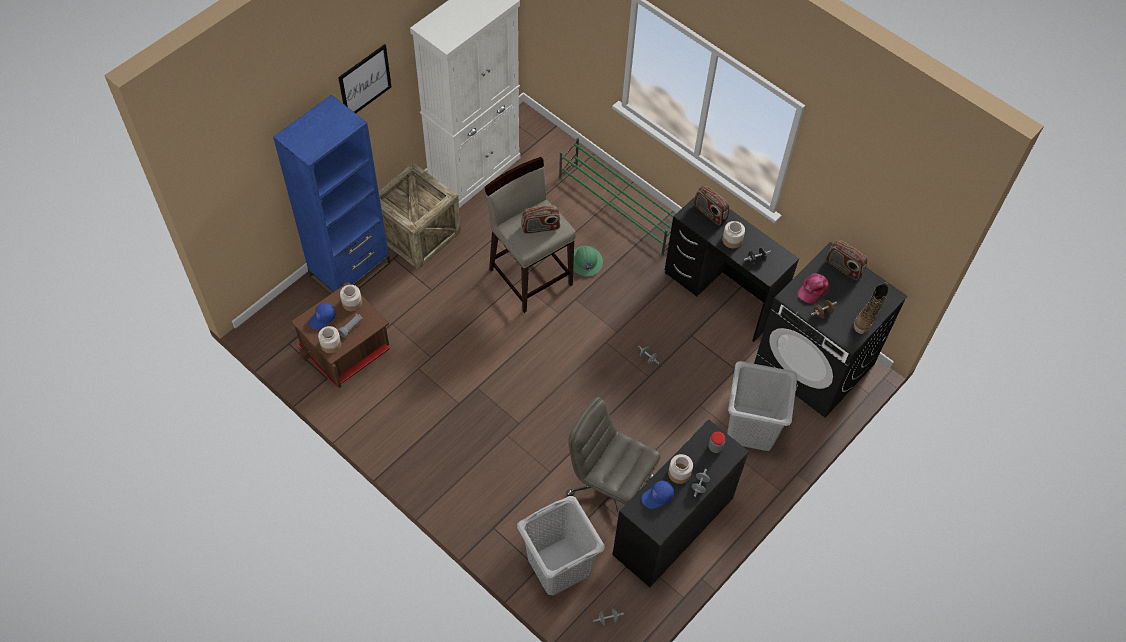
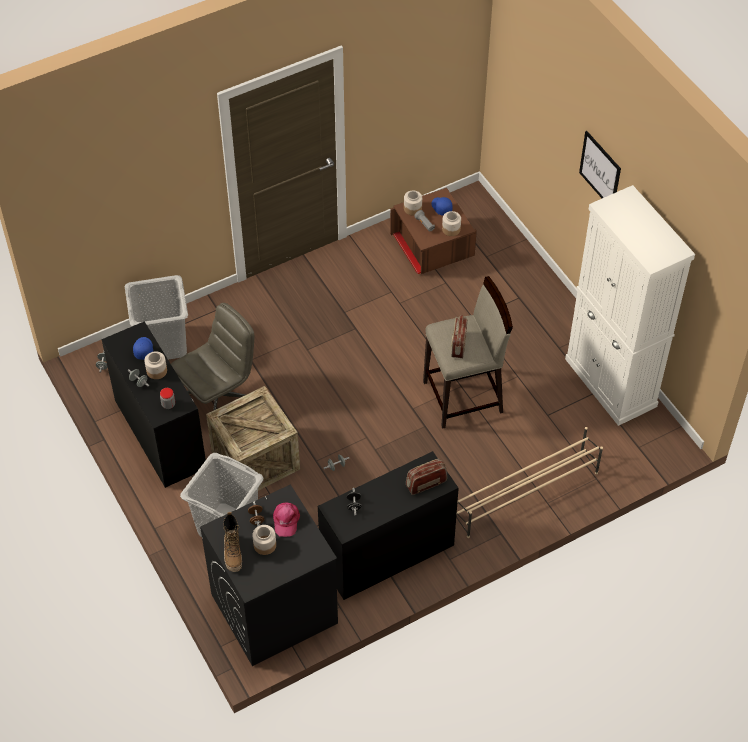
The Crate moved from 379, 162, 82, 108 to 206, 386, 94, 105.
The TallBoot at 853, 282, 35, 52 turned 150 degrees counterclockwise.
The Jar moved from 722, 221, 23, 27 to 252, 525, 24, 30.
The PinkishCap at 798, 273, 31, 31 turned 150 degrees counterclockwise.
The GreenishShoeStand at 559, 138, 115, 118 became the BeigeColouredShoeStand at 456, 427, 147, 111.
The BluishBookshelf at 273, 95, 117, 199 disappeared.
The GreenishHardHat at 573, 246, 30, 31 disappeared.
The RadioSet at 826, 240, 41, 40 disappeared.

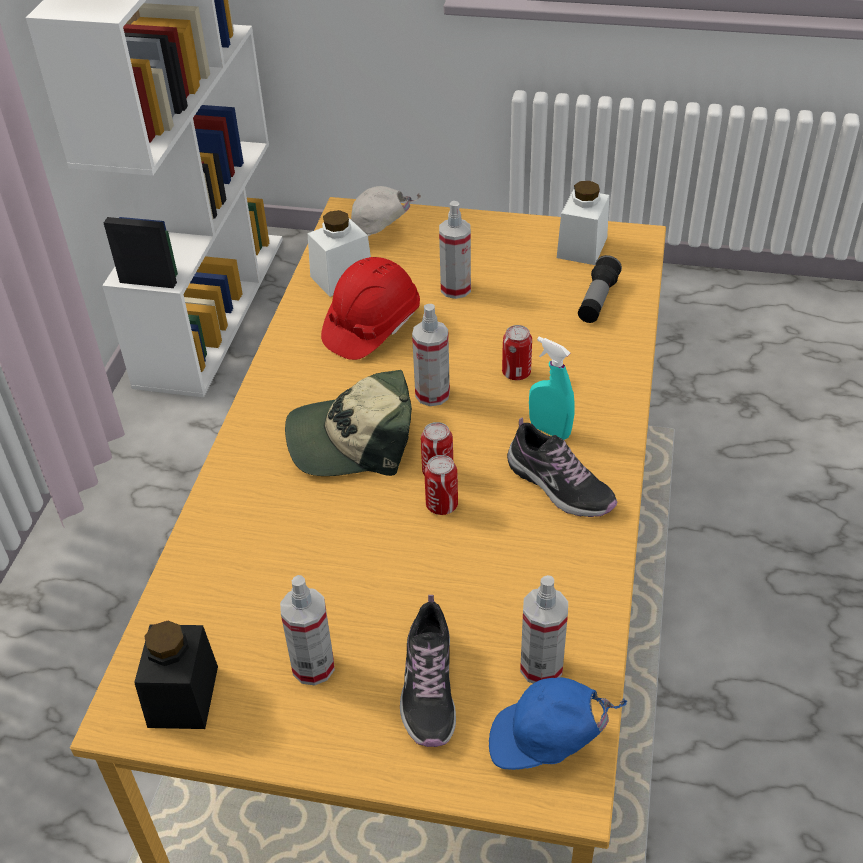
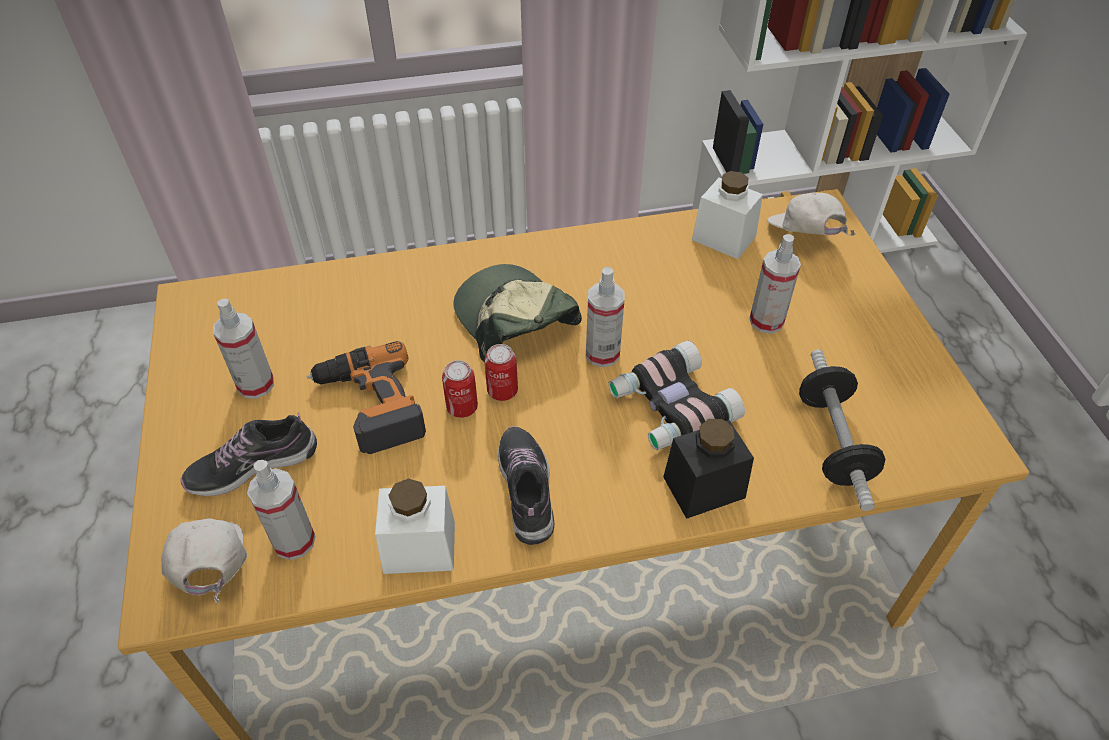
The BluishCap at 489, 677, 138, 93 became the WhiteColouredCap at 162, 518, 85, 85.
The Drill at 307, 341, 119, 113 appeared.
The WhiteColouredJar moved from 557, 181, 52, 84 to 375, 478, 80, 96.
The ItemOfFootwear at 507, 417, 110, 100 turned 150 degrees clockwise.
The SealedCan at 502, 325, 30, 55 was replaced by the Binoculars at 608, 341, 137, 109.
The BlackColouredJar moved from 134, 621, 84, 108 to 663, 419, 91, 100.
The Flashlight at 578, 255, 44, 68 was replaced by the FreeWeight at 799, 349, 86, 162.
The RedHardHat at 321, 257, 99, 103 disappeared.
The TurquoiseColouredSprayer at 529, 336, 46, 104 disappeared.

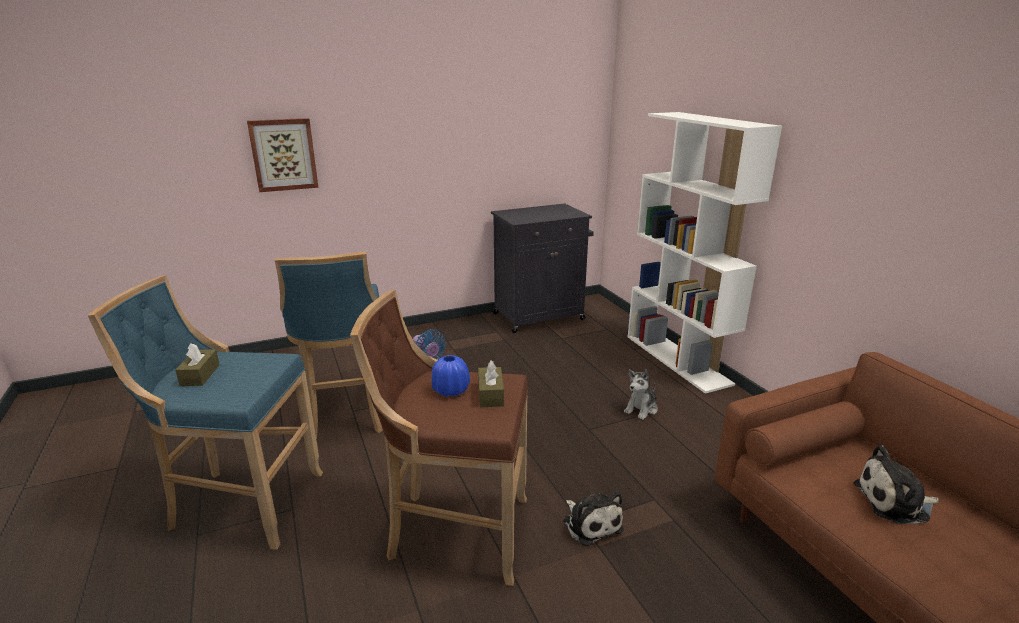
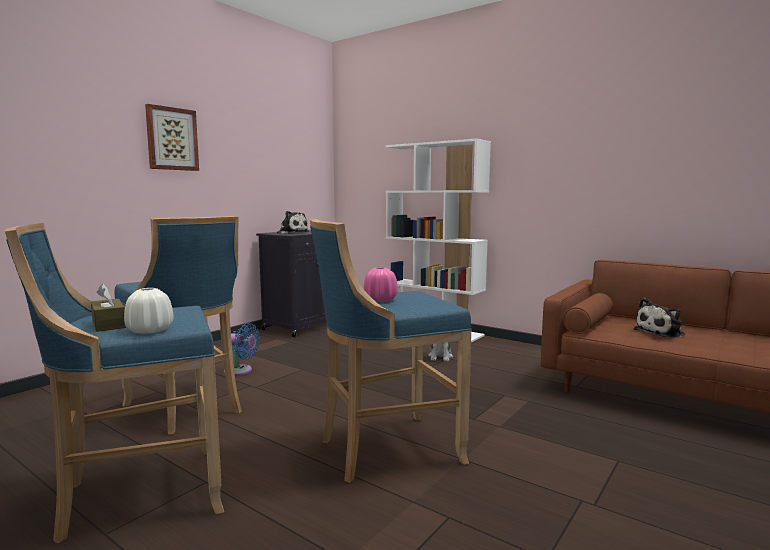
The WhiteColouredDecorativeVase at 124, 288, 50, 46 appeared.
The WallArt moved from 247, 118, 72, 74 to 145, 104, 54, 67.
The PlushToy moved from 564, 491, 60, 55 to 275, 211, 34, 23.
The BrownStool at 350, 290, 178, 296 became the BluishStool at 310, 219, 162, 264.
The BluishDecorativeVase at 432, 355, 38, 42 became the PinkishDecorativeVase at 364, 267, 34, 35.
The BrownBoxOfTissues at 478, 361, 26, 46 disappeared.

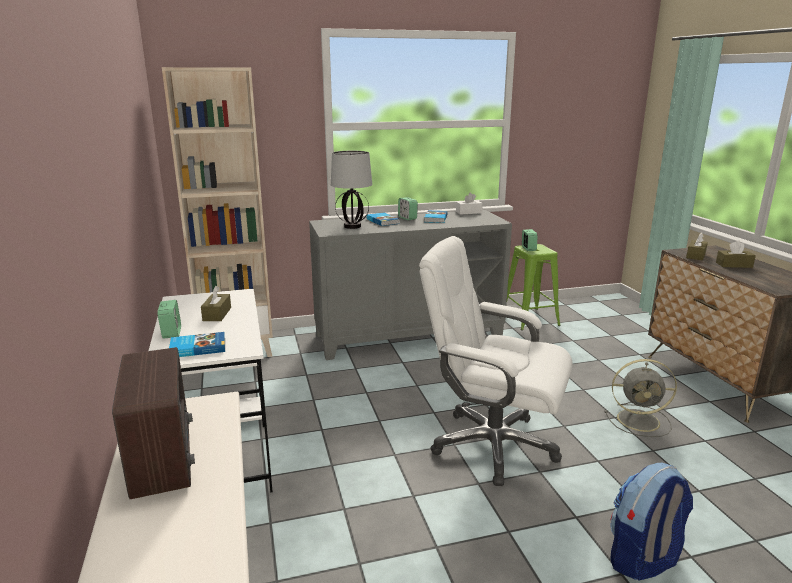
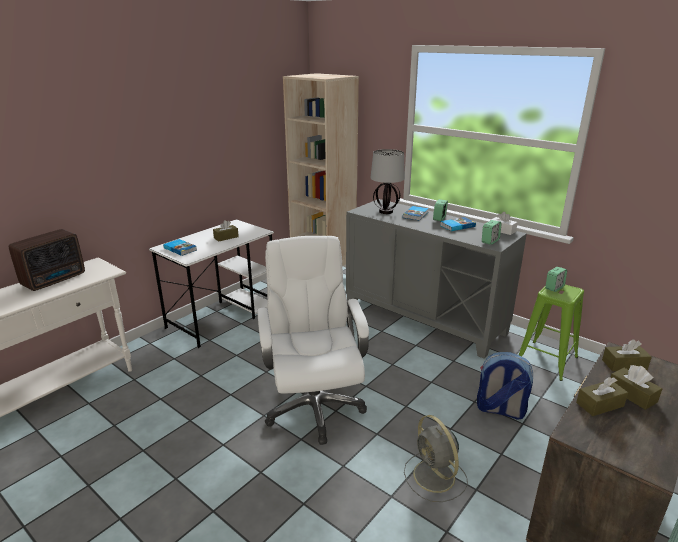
The Rucksack moved from 610, 463, 83, 118 to 477, 352, 56, 68.
The AlarmClock moved from 157, 300, 24, 39 to 482, 220, 20, 25.
The BrownBoxOfTissues at 576, 377, 52, 39 appeared.

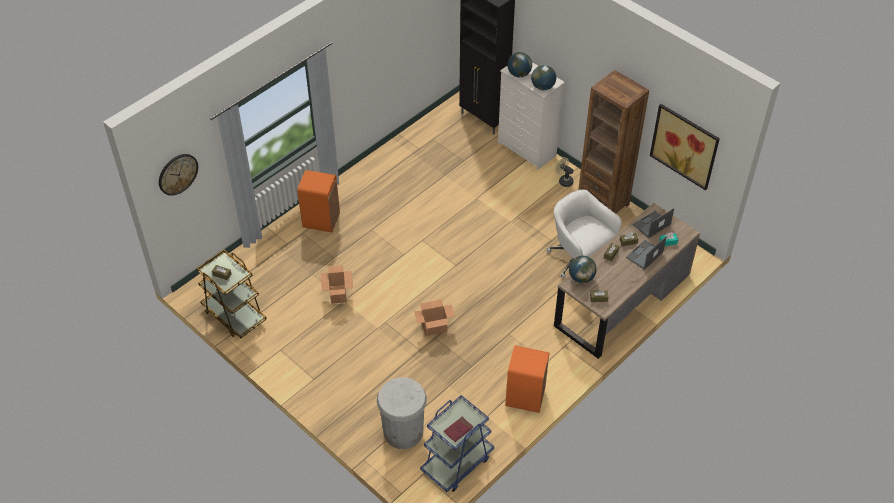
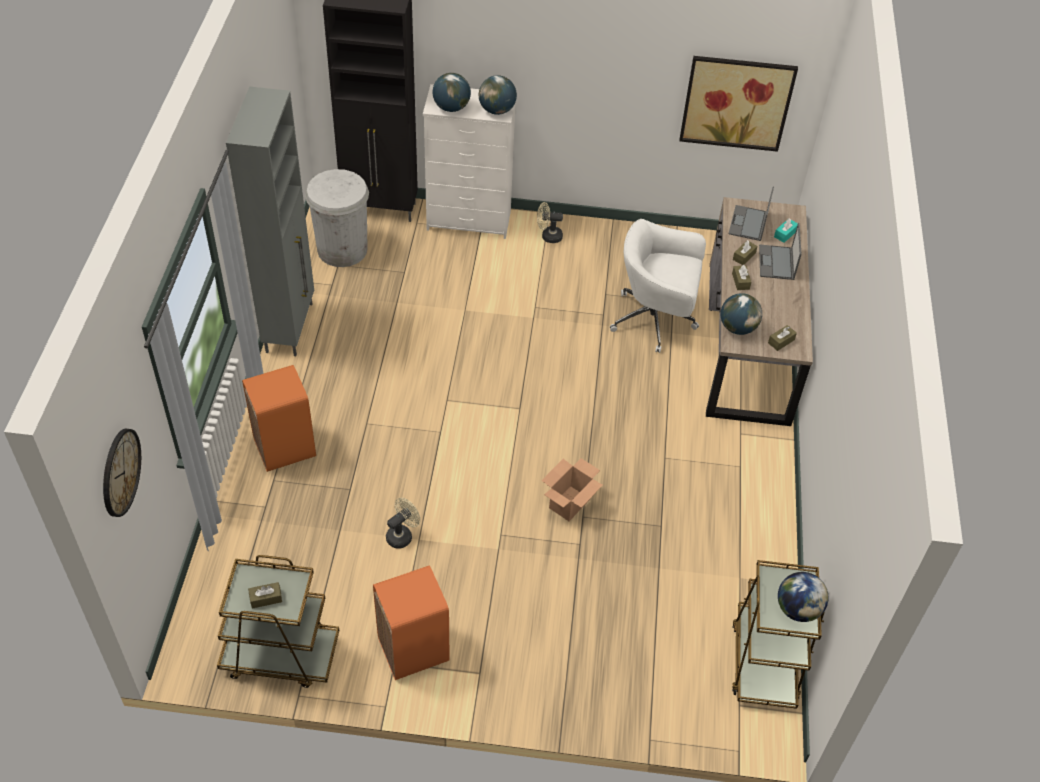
The GrayCupboard at 226, 87, 88, 269 appeared.
The WhiteColouredTrashCan moved from 377, 377, 50, 72 to 305, 169, 64, 98.
The OrangeTrashCan moved from 505, 345, 44, 68 to 373, 565, 76, 115.
The Carton at 321, 265, 32, 39 was replaced by the BeigeColouredCoolingFan at 386, 498, 34, 51.
The BluishWheeledCart at 420, 395, 74, 97 became the BrownWheeledCart at 732, 560, 93, 149.
The RedBoundBook at 444, 417, 29, 25 was replaced by the WorldGlobe at 778, 572, 51, 50.
The BrownBookshelf at 578, 70, 71, 143 disappeared.

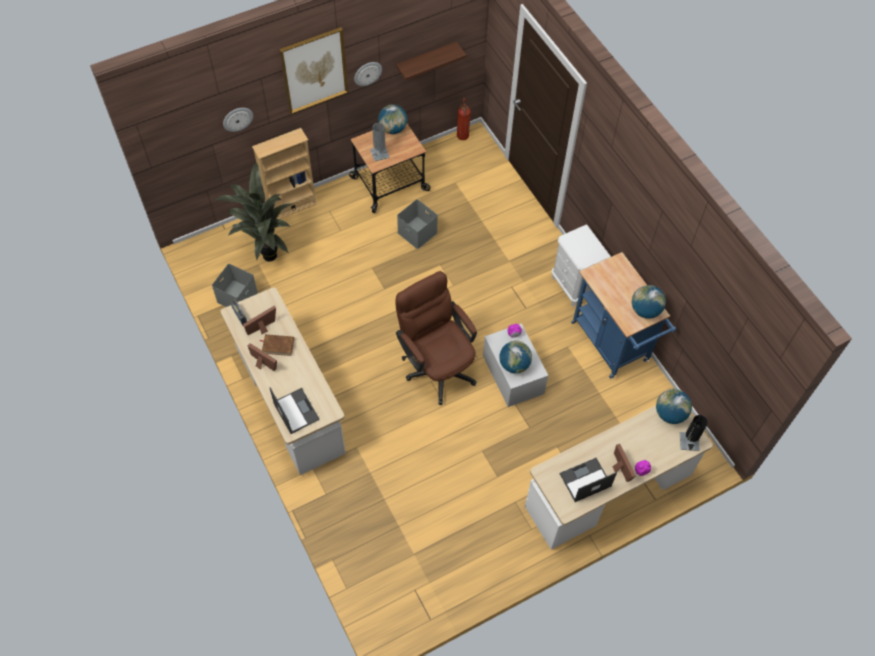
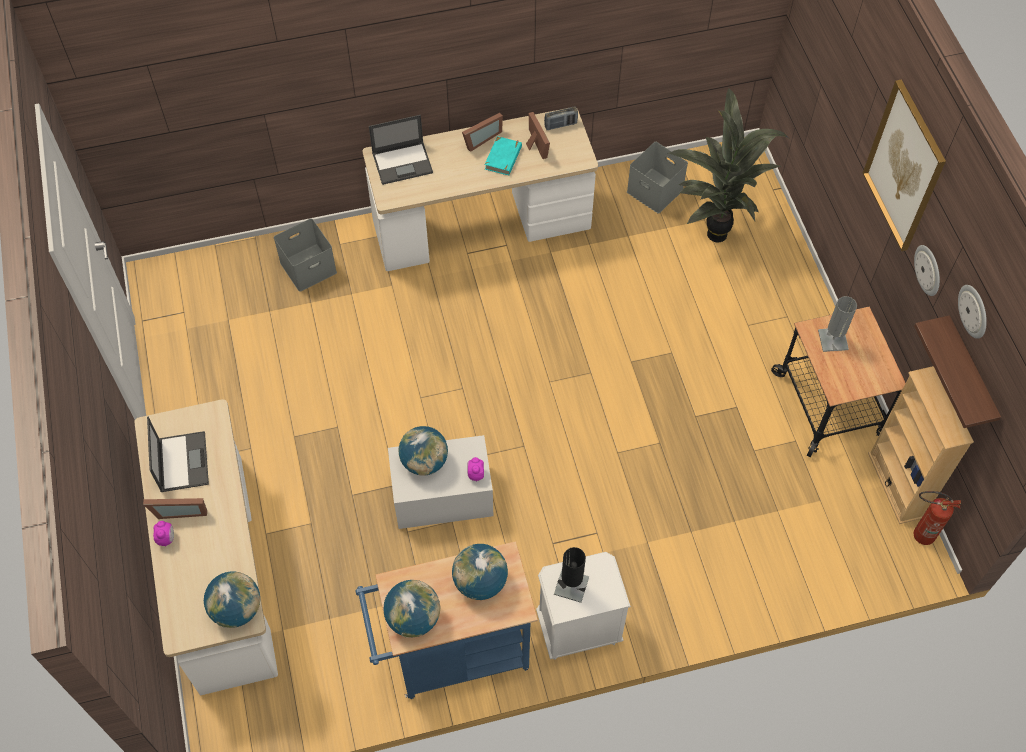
The GrayStorageBin moved from 397, 199, 41, 50 to 274, 218, 63, 74.
The WorldGlobe moved from 378, 105, 30, 29 to 452, 544, 56, 56.
The BrownBoundBook at 260, 334, 35, 22 became the TurquoiseColouredBoundBook at 484, 136, 38, 40.
The BlackColouredLampForATable moved from 680, 415, 28, 36 to 554, 547, 35, 56.
The BeigeColouredBookshelf moved from 252, 128, 65, 91 to 868, 366, 106, 158.
The HangingClock moved from 223, 108, 30, 24 to 958, 285, 29, 54.
The BrownDeskChair at 395, 271, 82, 134 disappeared.

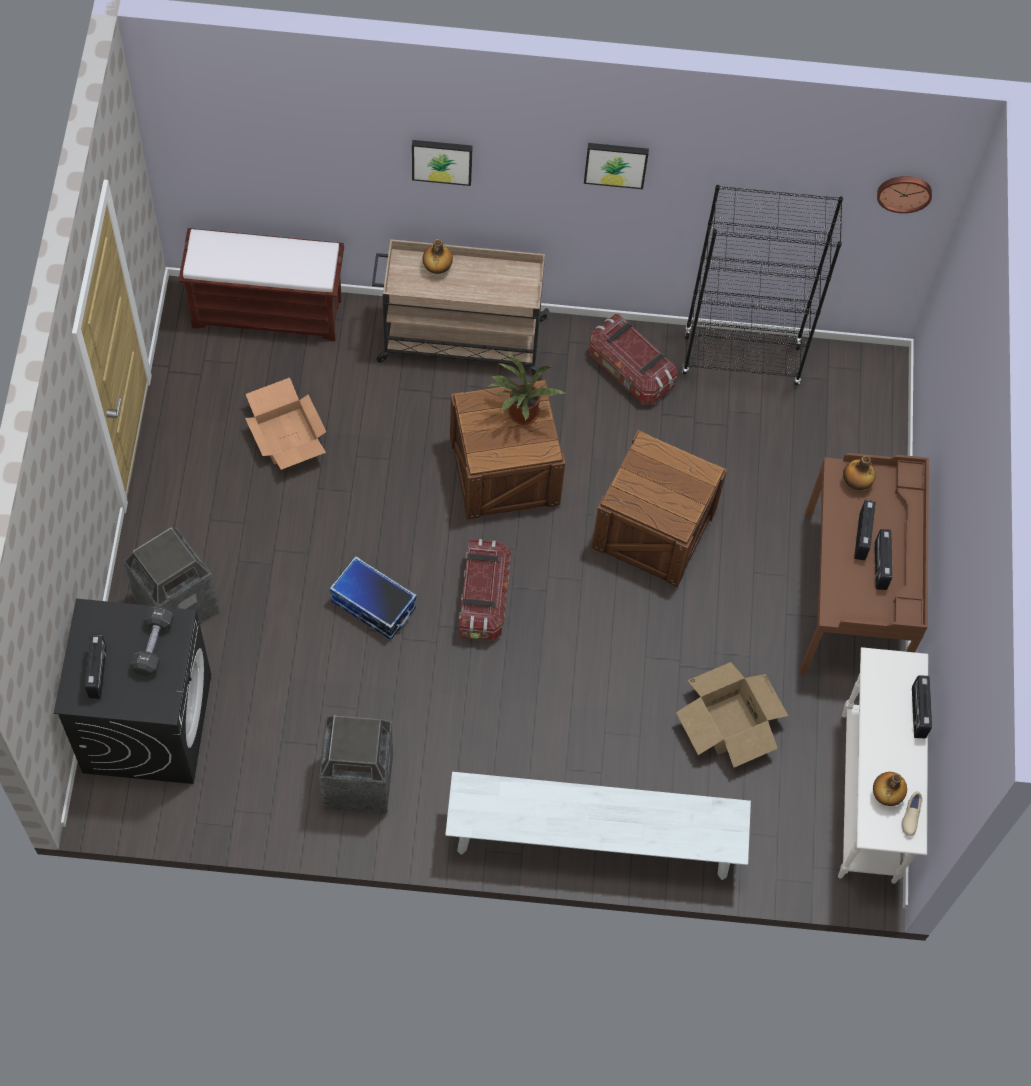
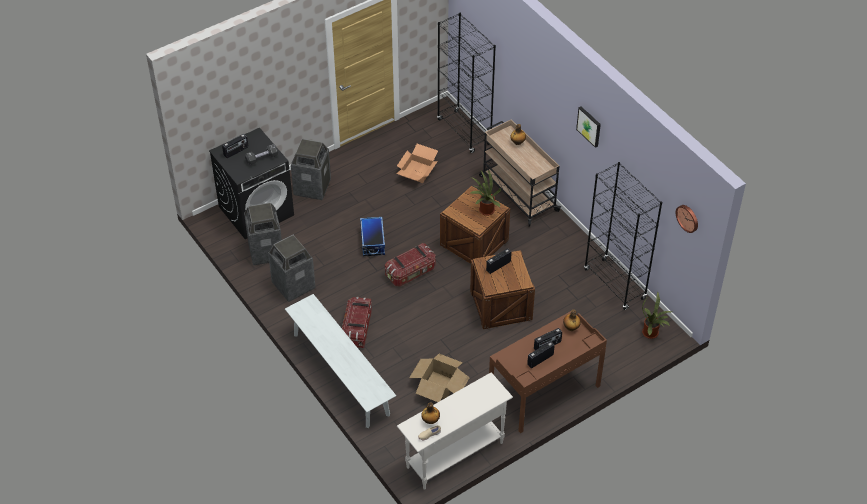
The TrashCan at 244, 202, 38, 63 appeared.
The StorageBin moved from 590, 314, 88, 91 to 342, 297, 30, 51.
The BrownIndoorBench at 178, 228, 166, 114 was replaced by the BlackColouredBookshelf at 437, 13, 59, 140.
The RadioSet moved from 912, 675, 20, 63 to 486, 248, 26, 26.
The PottedPlant at 642, 292, 30, 47 appeared.
The WallArt at 412, 140, 61, 46 disappeared.

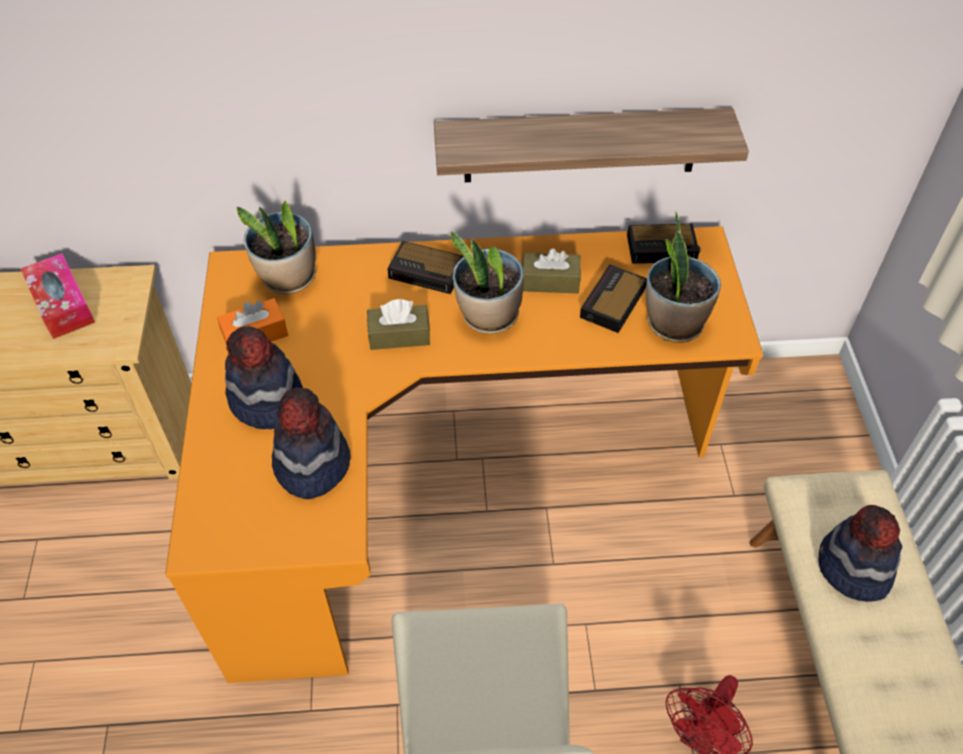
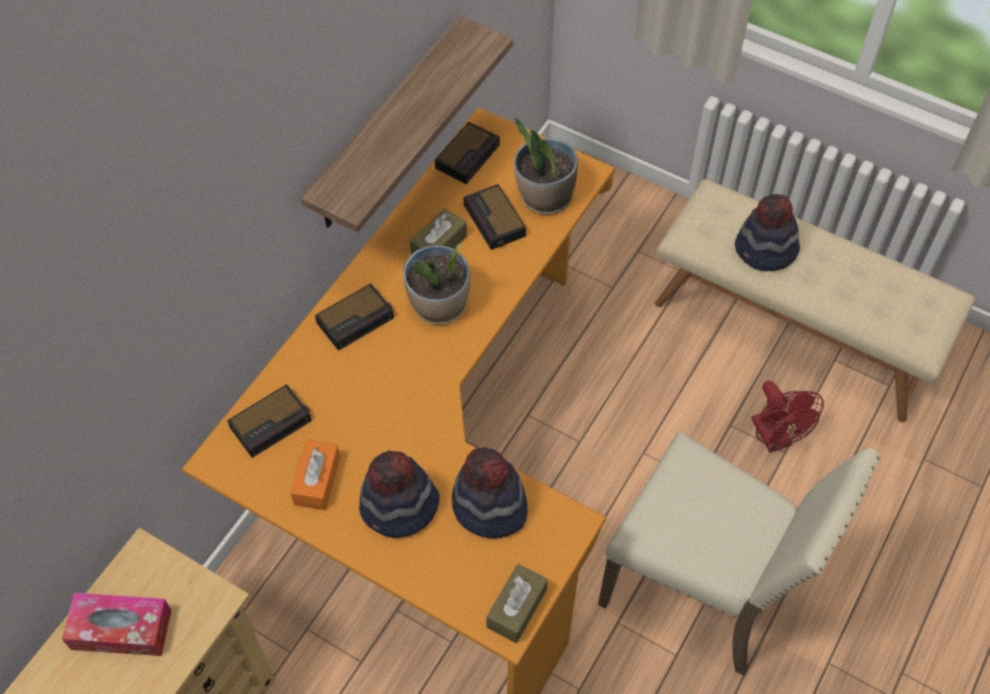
The PottedPlant at 236, 200, 80, 94 was replaced by the AlarmClock at 227, 384, 85, 74.
The BrownBoxOfTissues moved from 367, 299, 63, 51 to 486, 564, 62, 79.

